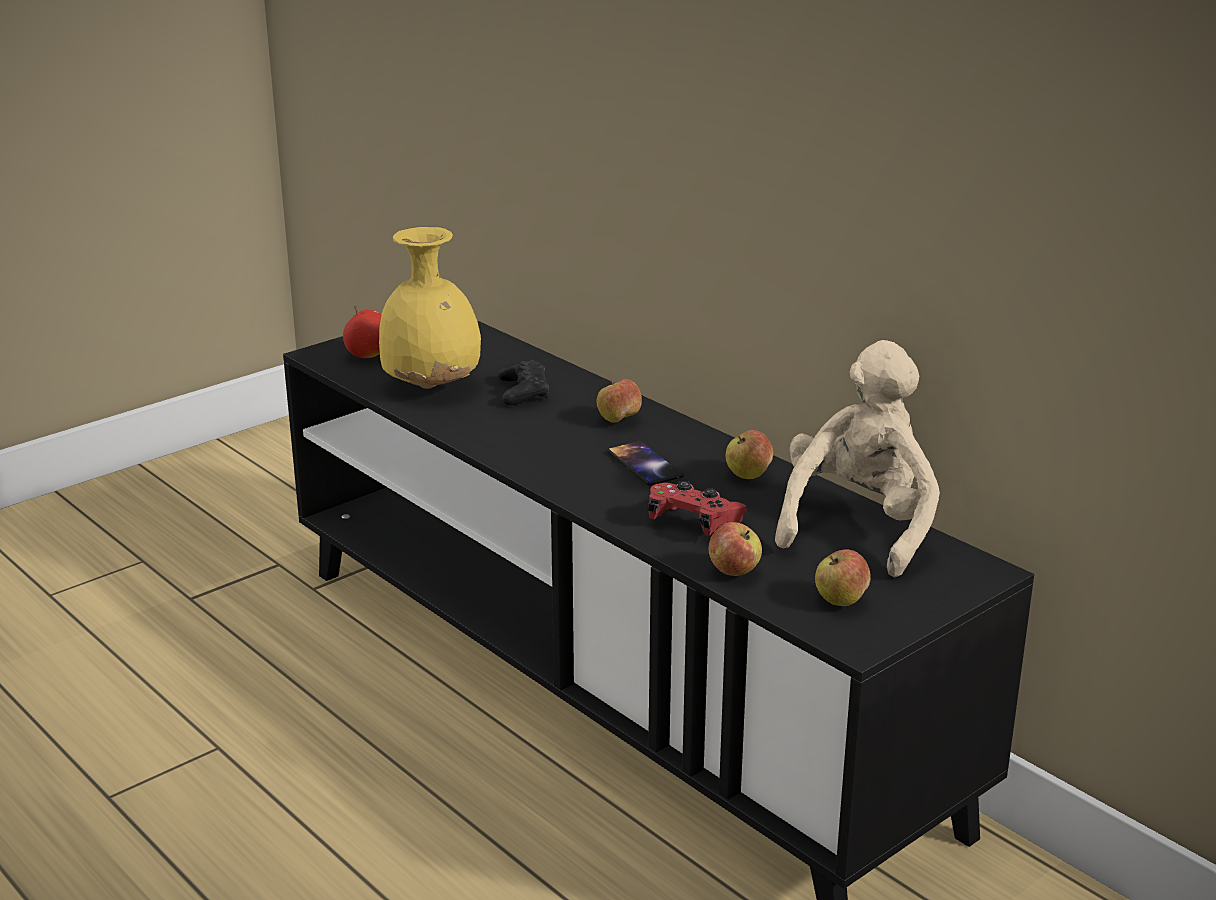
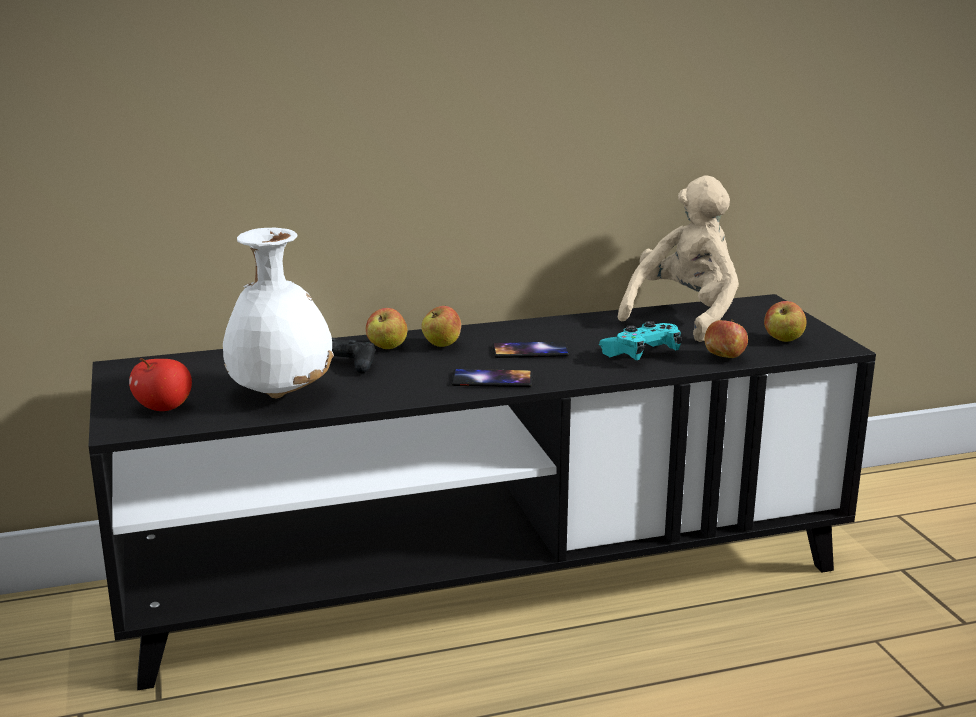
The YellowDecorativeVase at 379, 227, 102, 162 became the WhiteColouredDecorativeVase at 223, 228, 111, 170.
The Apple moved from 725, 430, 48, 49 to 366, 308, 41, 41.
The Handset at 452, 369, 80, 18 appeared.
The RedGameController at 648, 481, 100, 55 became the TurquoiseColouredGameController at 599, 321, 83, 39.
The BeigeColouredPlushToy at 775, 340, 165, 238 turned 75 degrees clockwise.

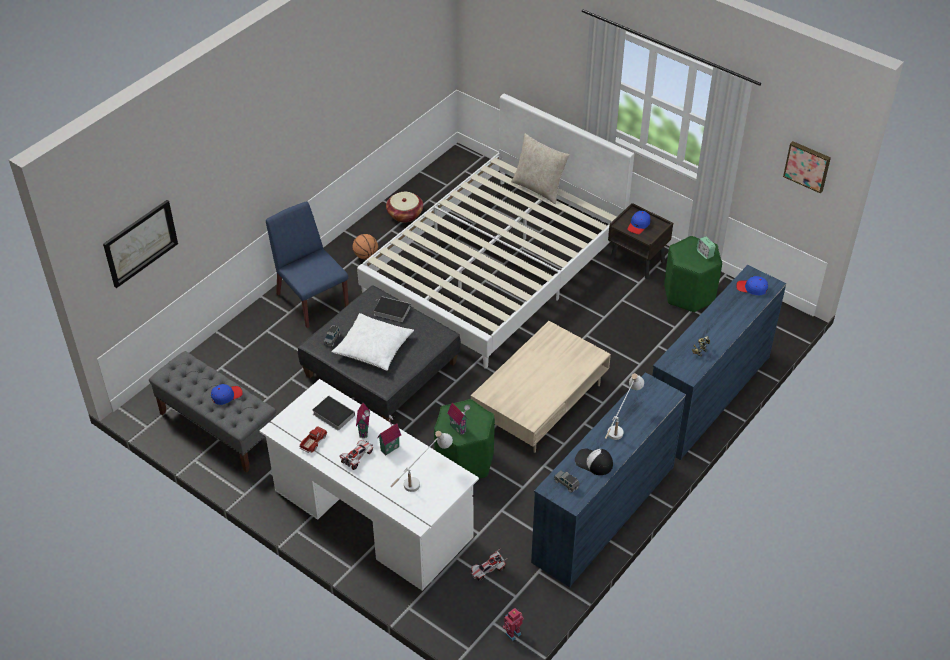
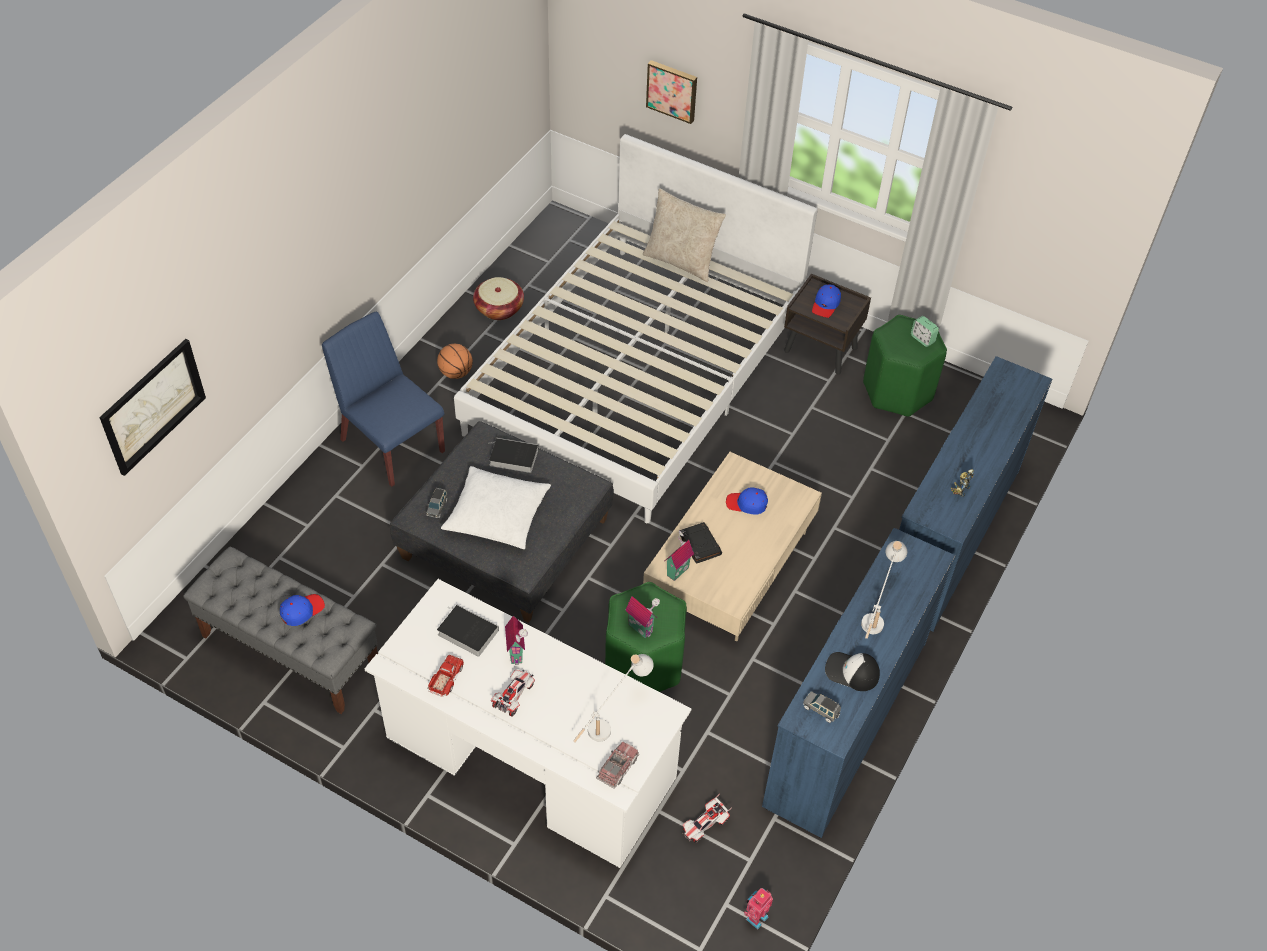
The ToyTruck at 596, 742, 43, 47 appeared.
The WallArt moved from 783, 141, 48, 52 to 646, 60, 51, 64.
The ModelHouse moved from 377, 415, 24, 41 to 666, 530, 28, 51.
The BlackColouredBoundBook at 679, 522, 43, 42 appeared.
The BluishCap moved from 736, 276, 32, 19 to 726, 488, 42, 26.

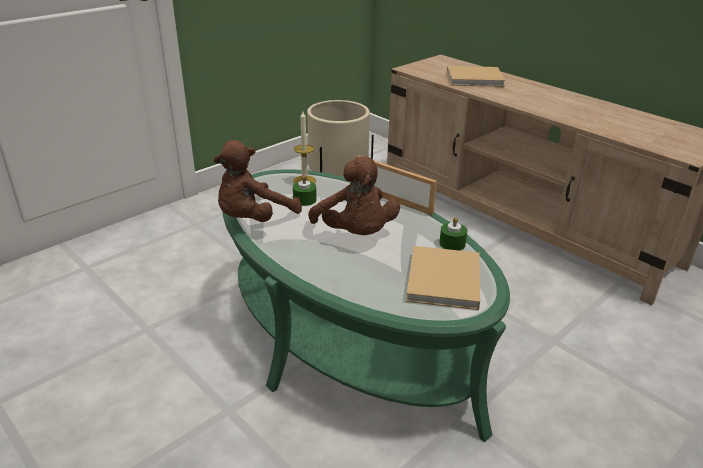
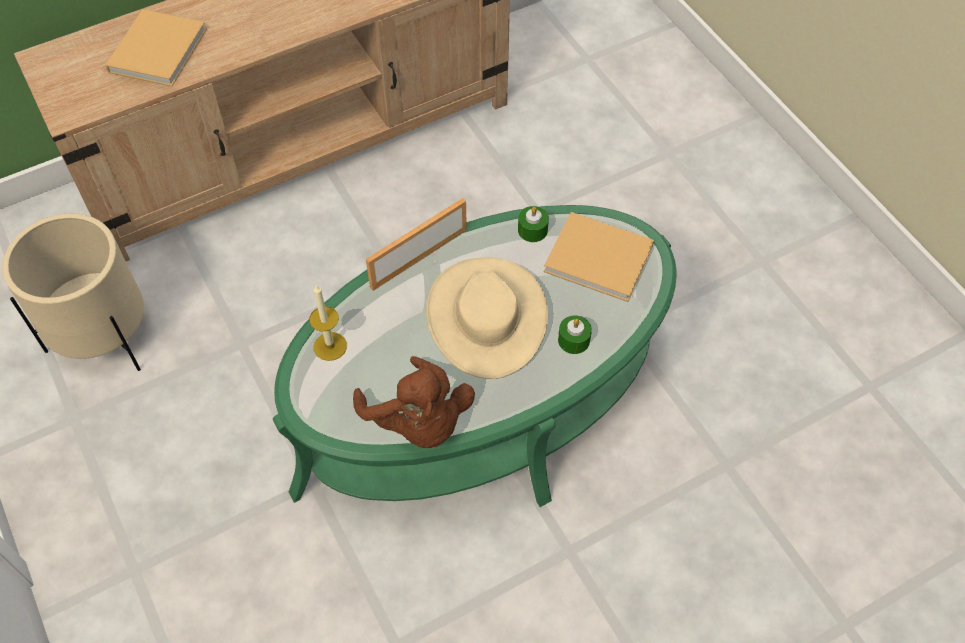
The BrownPlushToy at 308, 156, 92, 79 was replaced by the BeigeColouredClothingHat at 426, 257, 122, 122.
The GreenishWaxLight moved from 293, 175, 23, 31 to 558, 315, 34, 39.

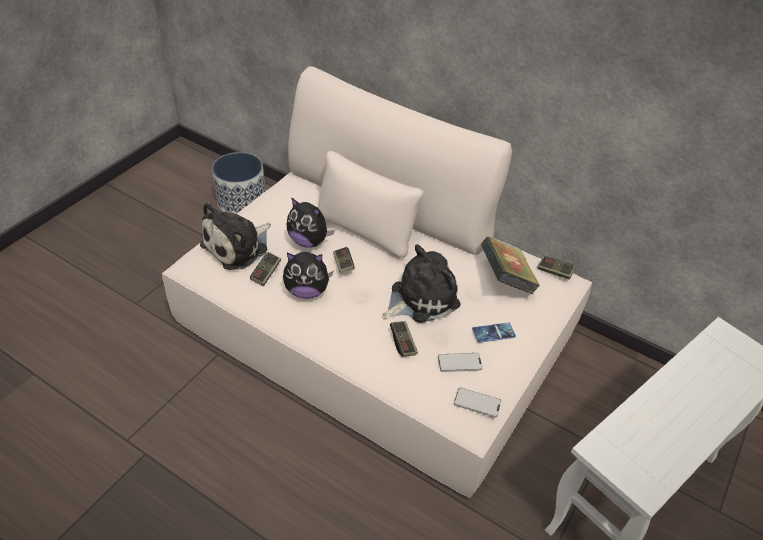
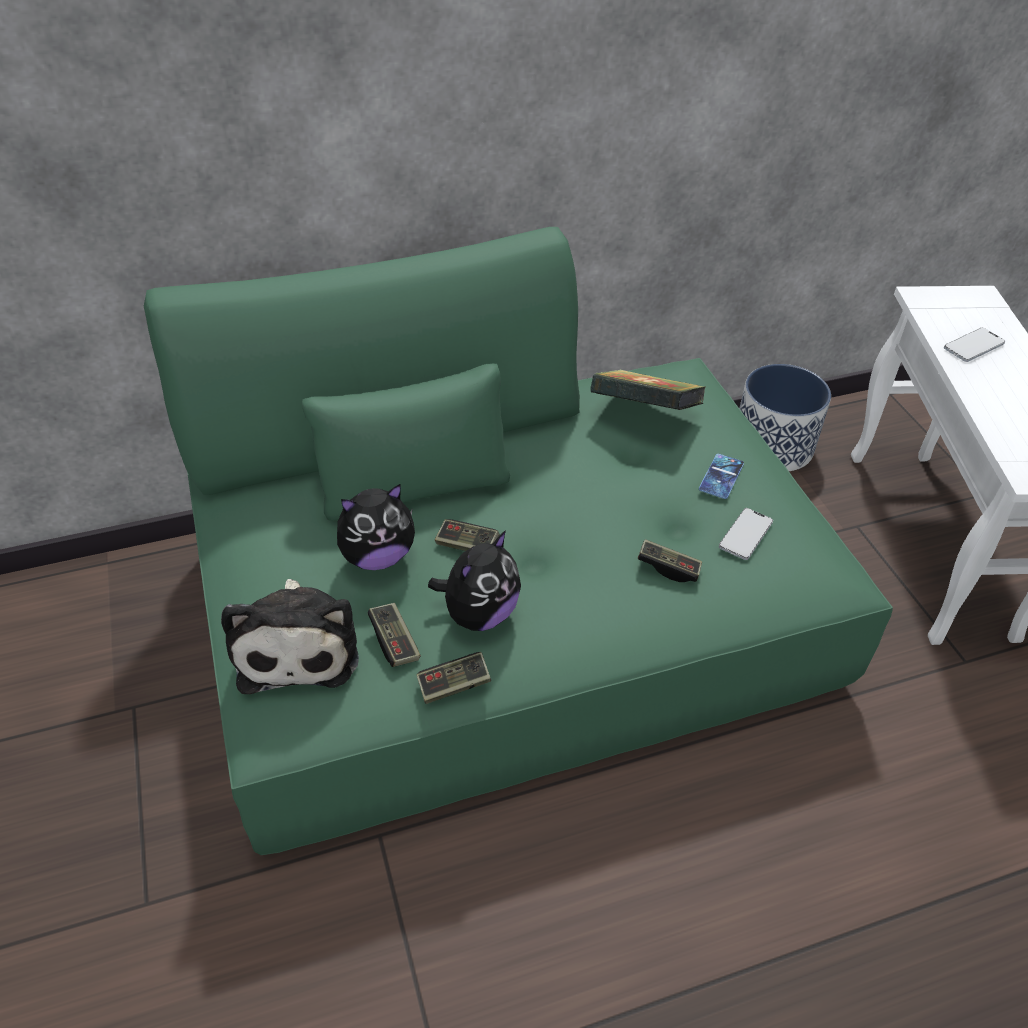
The BeigeColouredSettee at 162, 66, 430, 432 became the GreenishSettee at 144, 227, 749, 628.
The GameController moved from 538, 256, 38, 24 to 417, 652, 74, 52.
The Planter moved from 212, 152, 54, 62 to 739, 364, 92, 107.
The Handset moved from 454, 388, 47, 30 to 944, 328, 61, 34.
The PlushToy at 382, 244, 78, 79 disappeared.

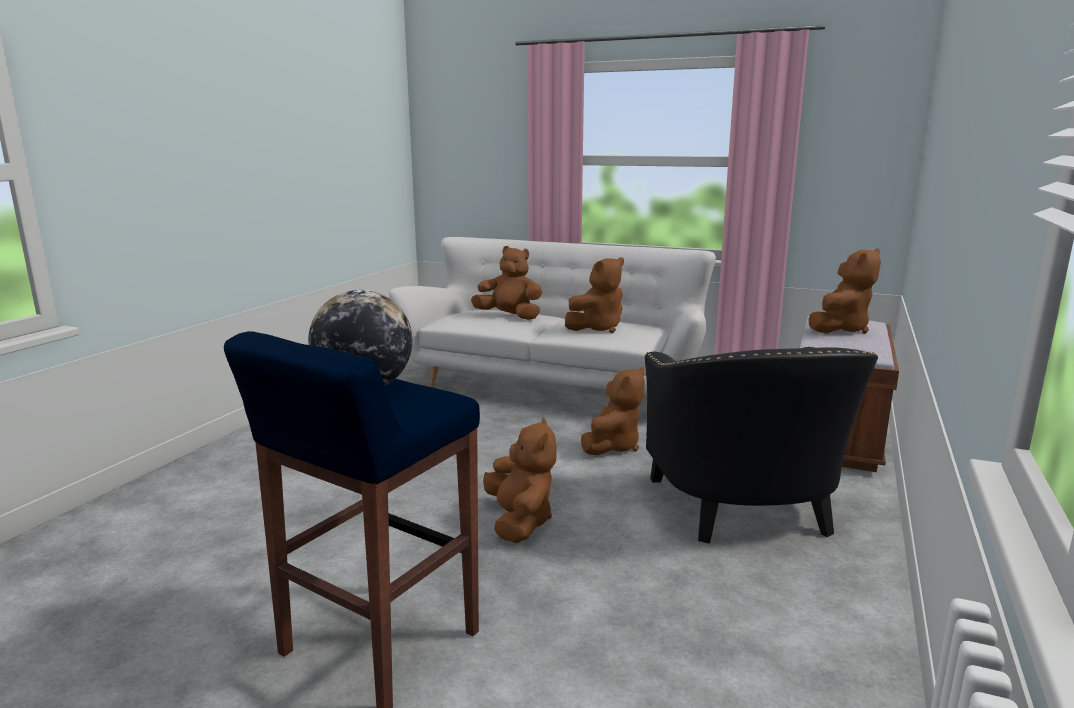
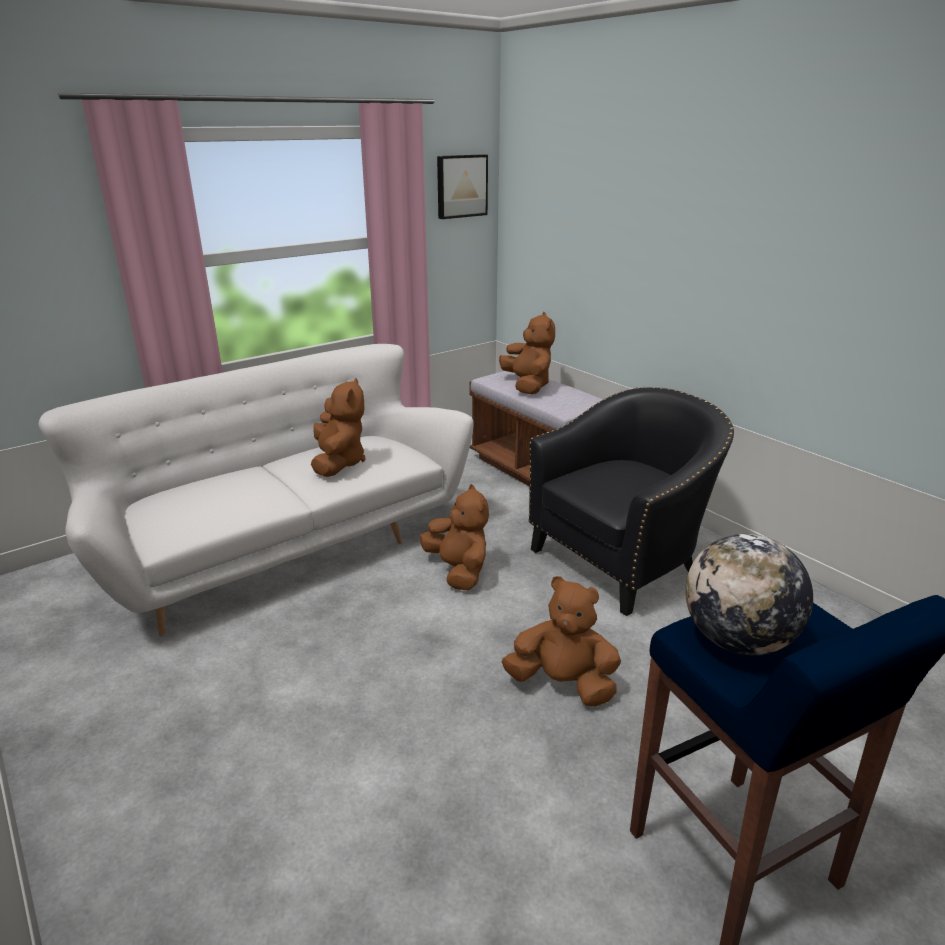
The WallArt at 437, 154, 51, 65 appeared.
The BlackColouredEasyChair at 645, 347, 233, 197 turned 60 degrees counterclockwise.
The BrownPlushToy at 471, 246, 71, 74 disappeared.

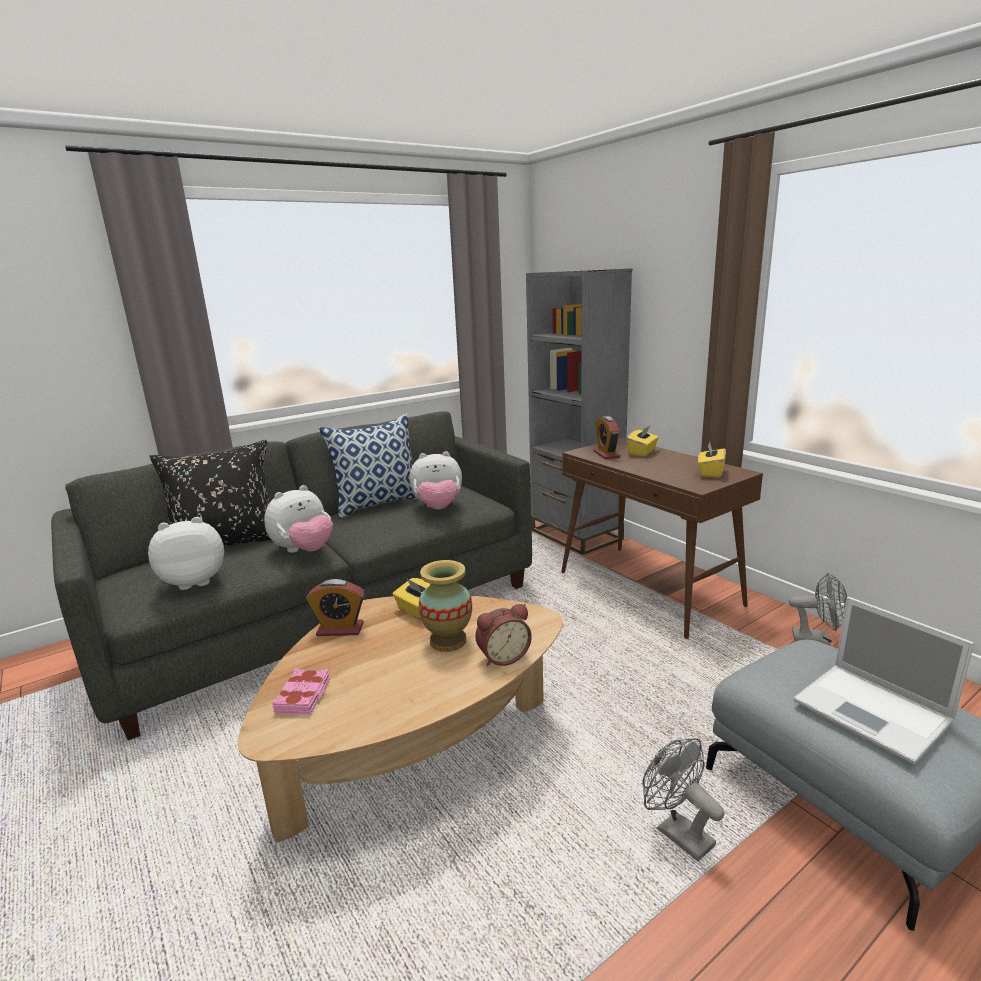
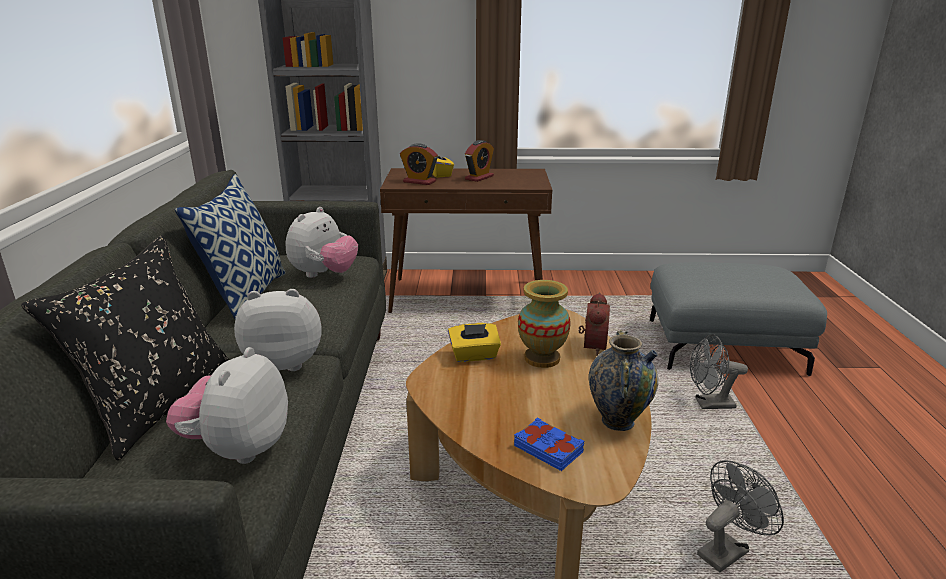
The PlushToy at 264, 485, 69, 68 turned 90 degrees counterclockwise.
The AlarmClock moved from 306, 579, 59, 57 to 465, 140, 29, 42.
The PinkishBoundBook at 272, 668, 58, 47 became the BluishBoundBook at 514, 417, 70, 54.
The DecorativeVase at 589, 330, 69, 101 appeared.
The GrayCoolingFan moved from 789, 573, 58, 73 to 697, 460, 87, 112.
The YellowBoxOfTissues at 698, 442, 28, 36 disappeared.
The NotebookComputer at 793, 597, 181, 168 disappeared.

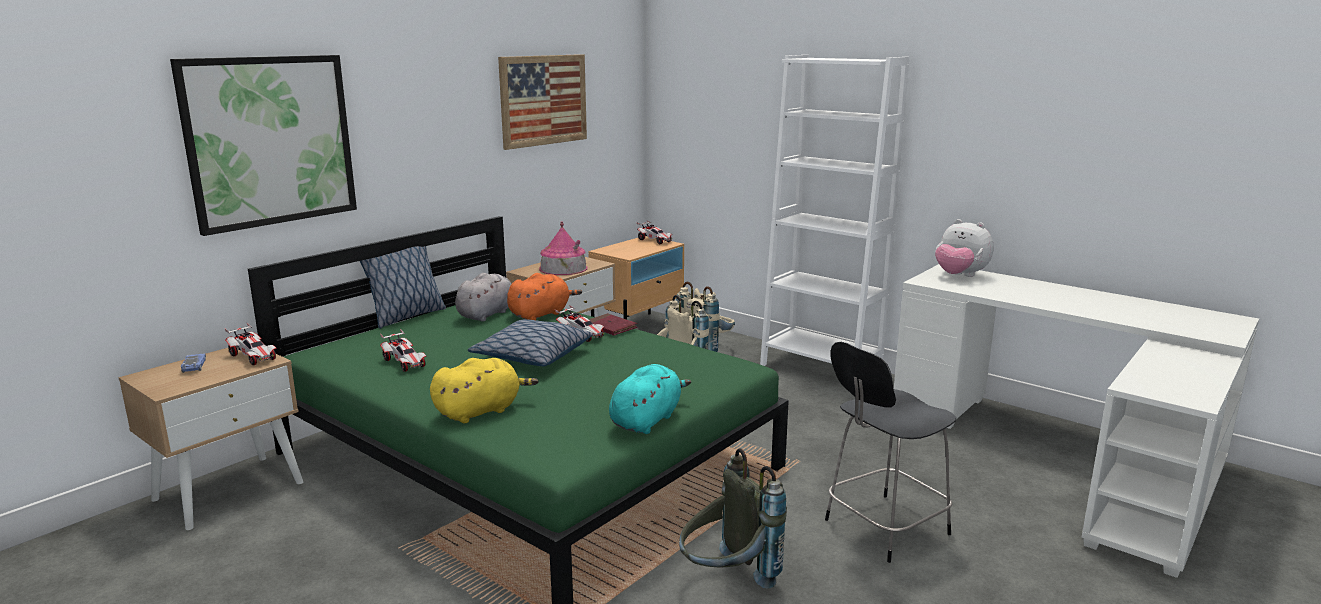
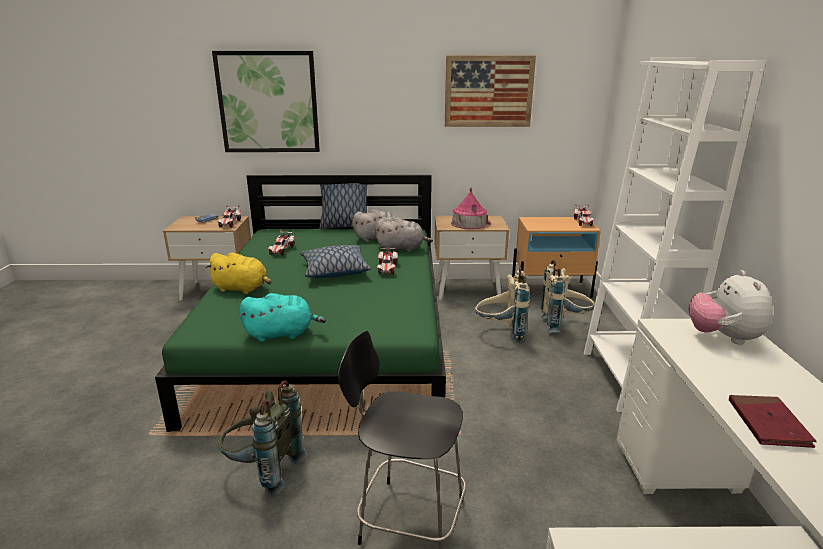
The OrangePlushToy at 507, 273, 75, 47 became the GrayPlushToy at 375, 218, 58, 34.
The RedBoundBook moved from 589, 313, 49, 22 to 729, 395, 88, 53.

